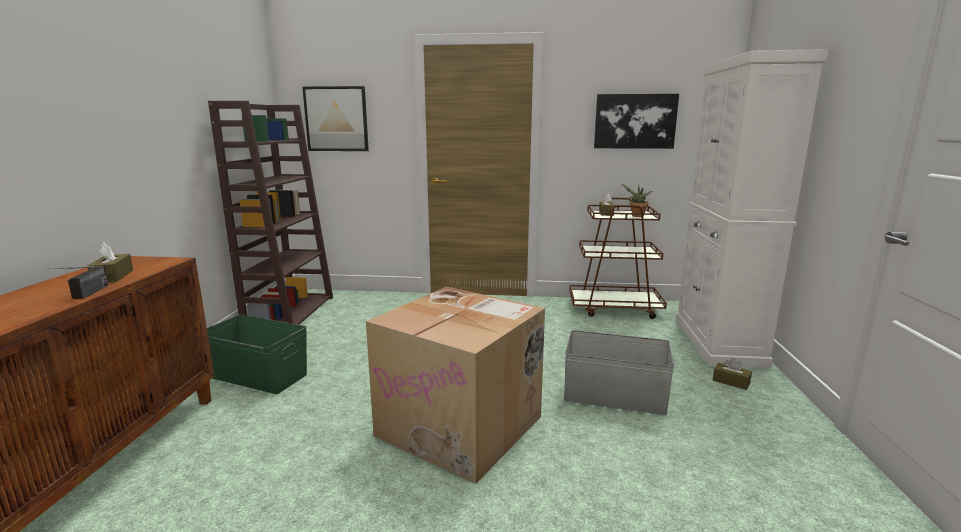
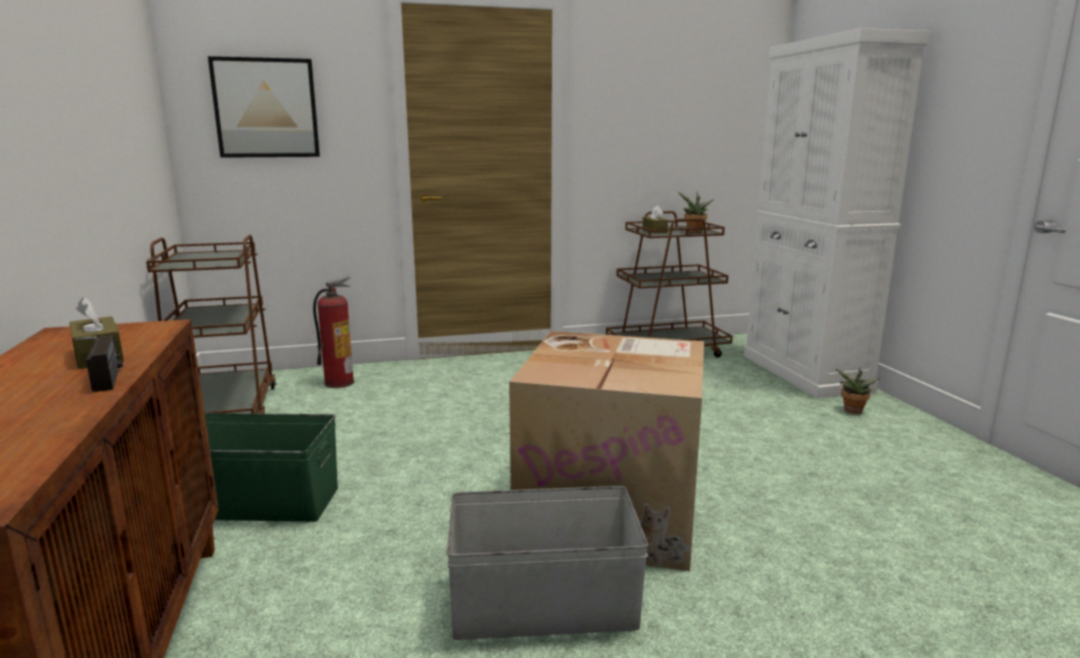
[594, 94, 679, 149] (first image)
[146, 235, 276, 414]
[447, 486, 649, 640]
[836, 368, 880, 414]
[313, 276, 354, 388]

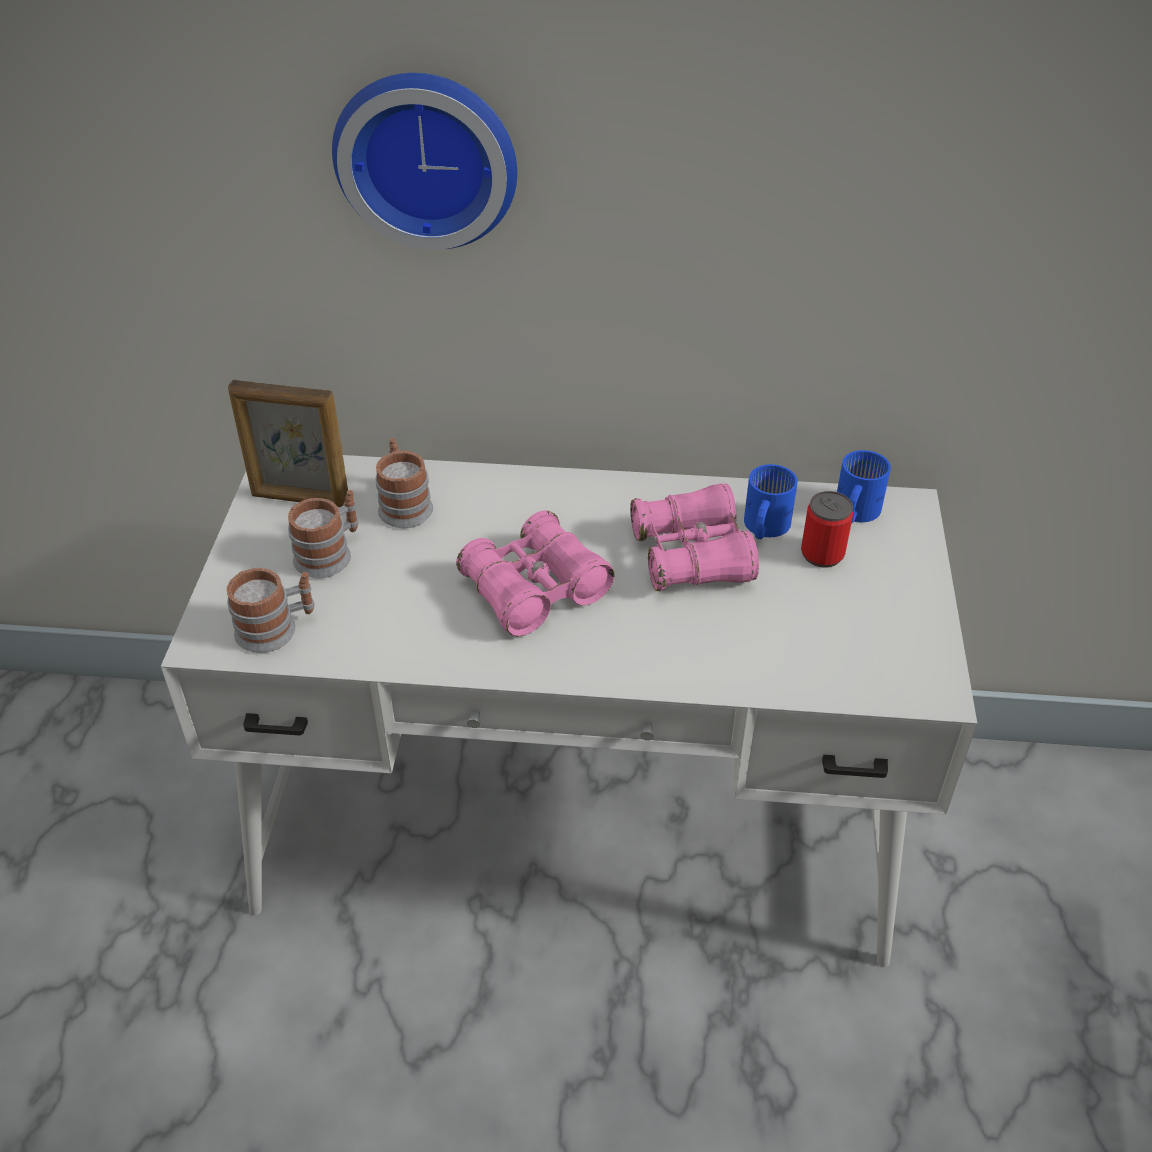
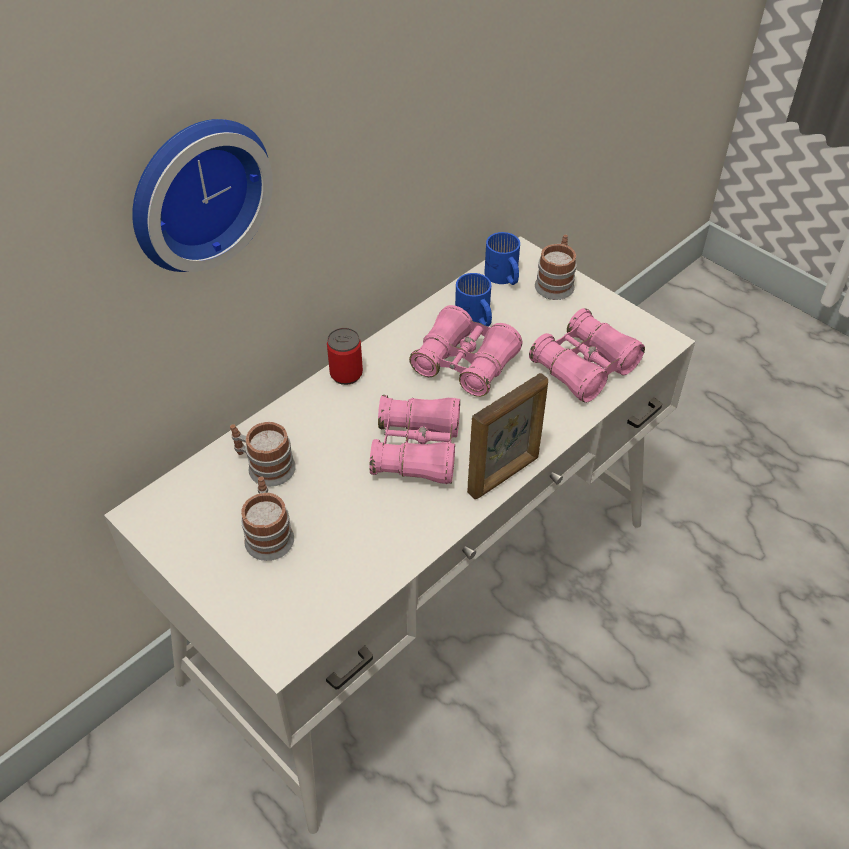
[467, 373, 548, 499]
[327, 328, 363, 385]
[535, 234, 577, 300]
[529, 308, 645, 403]

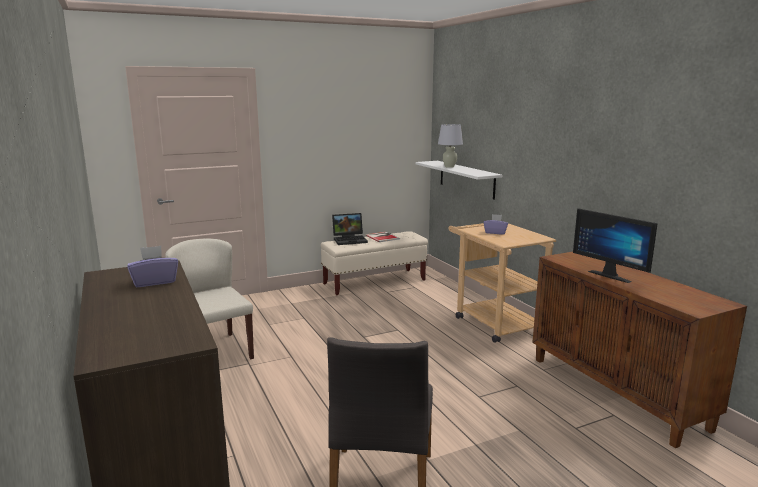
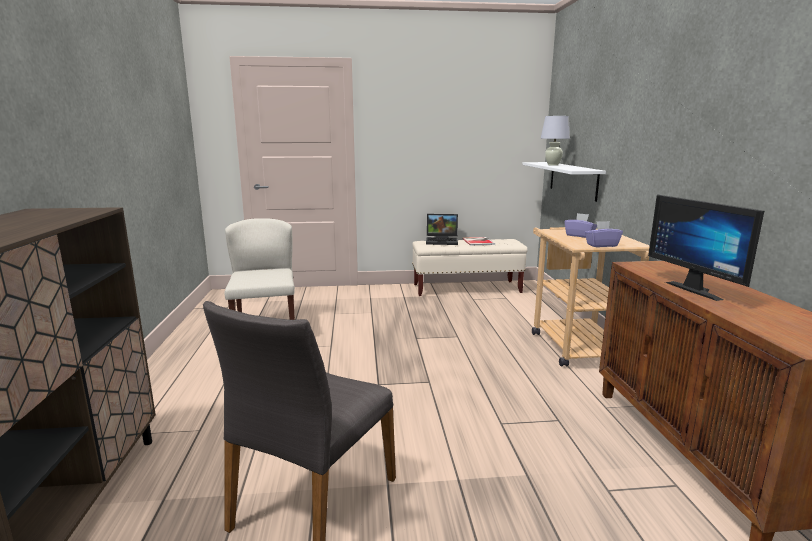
[585, 221, 623, 247]

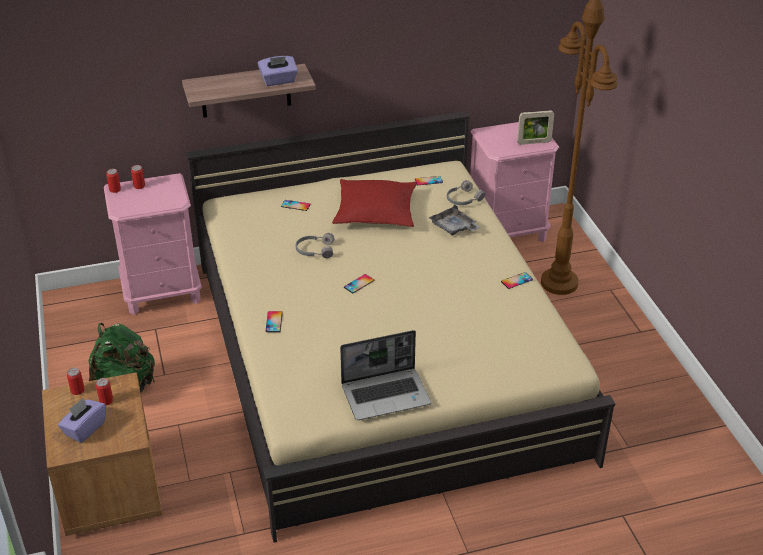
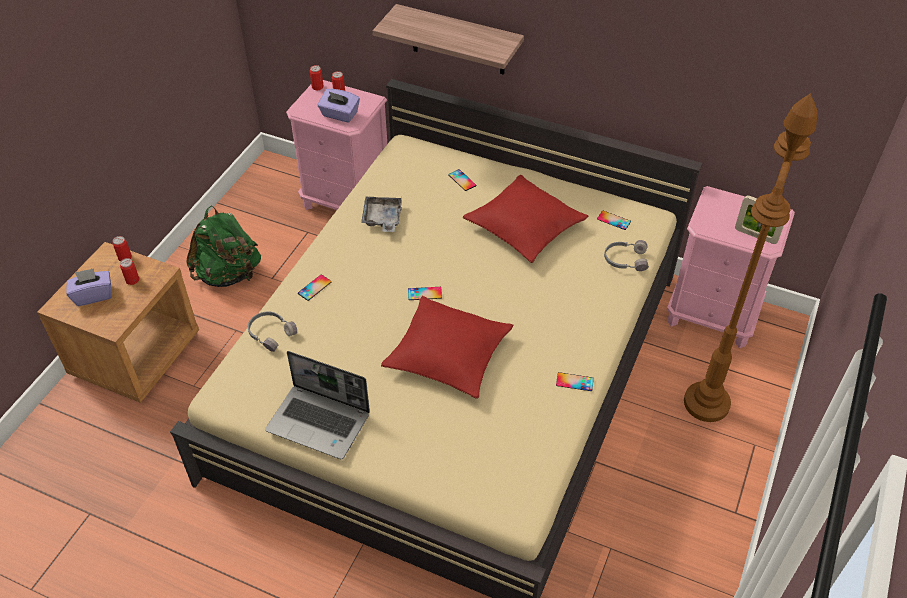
[318, 89, 360, 122]
[361, 196, 402, 232]
[248, 312, 297, 352]
[381, 296, 513, 399]

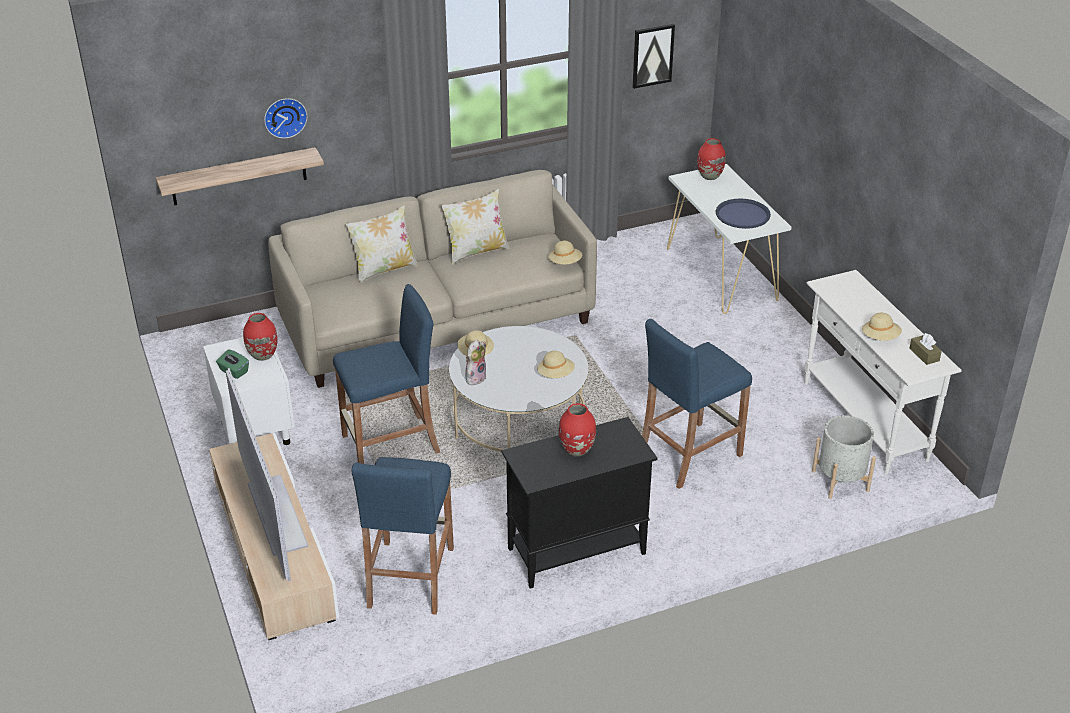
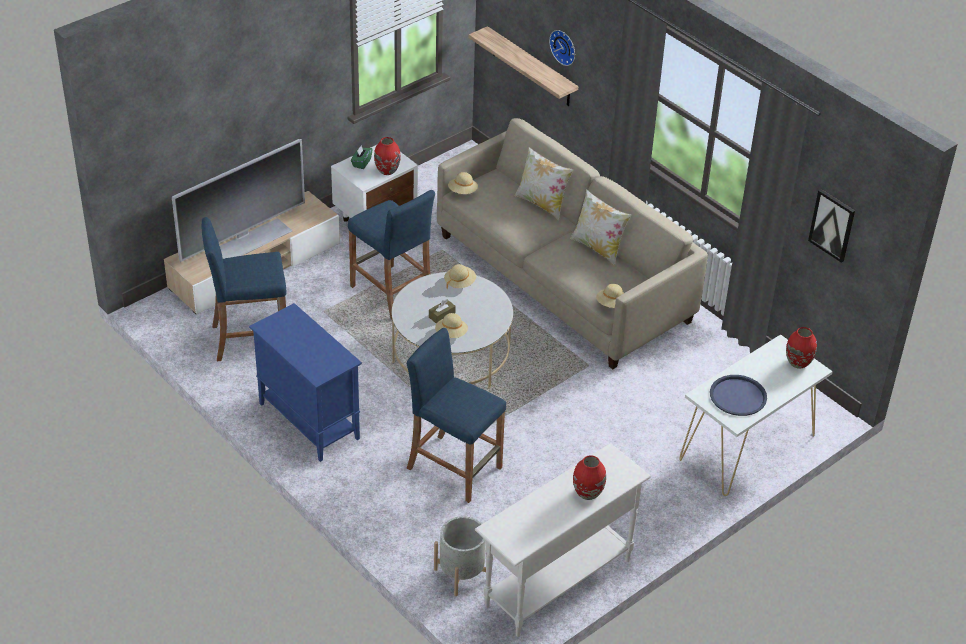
[448, 172, 478, 194]
[429, 300, 456, 324]
[465, 340, 486, 385] (first image)
[573, 455, 606, 500]
[249, 303, 362, 462]

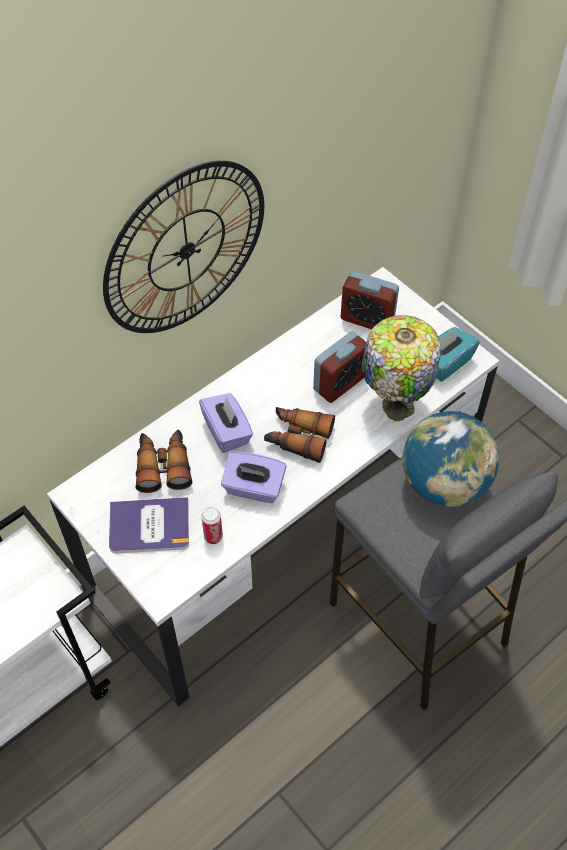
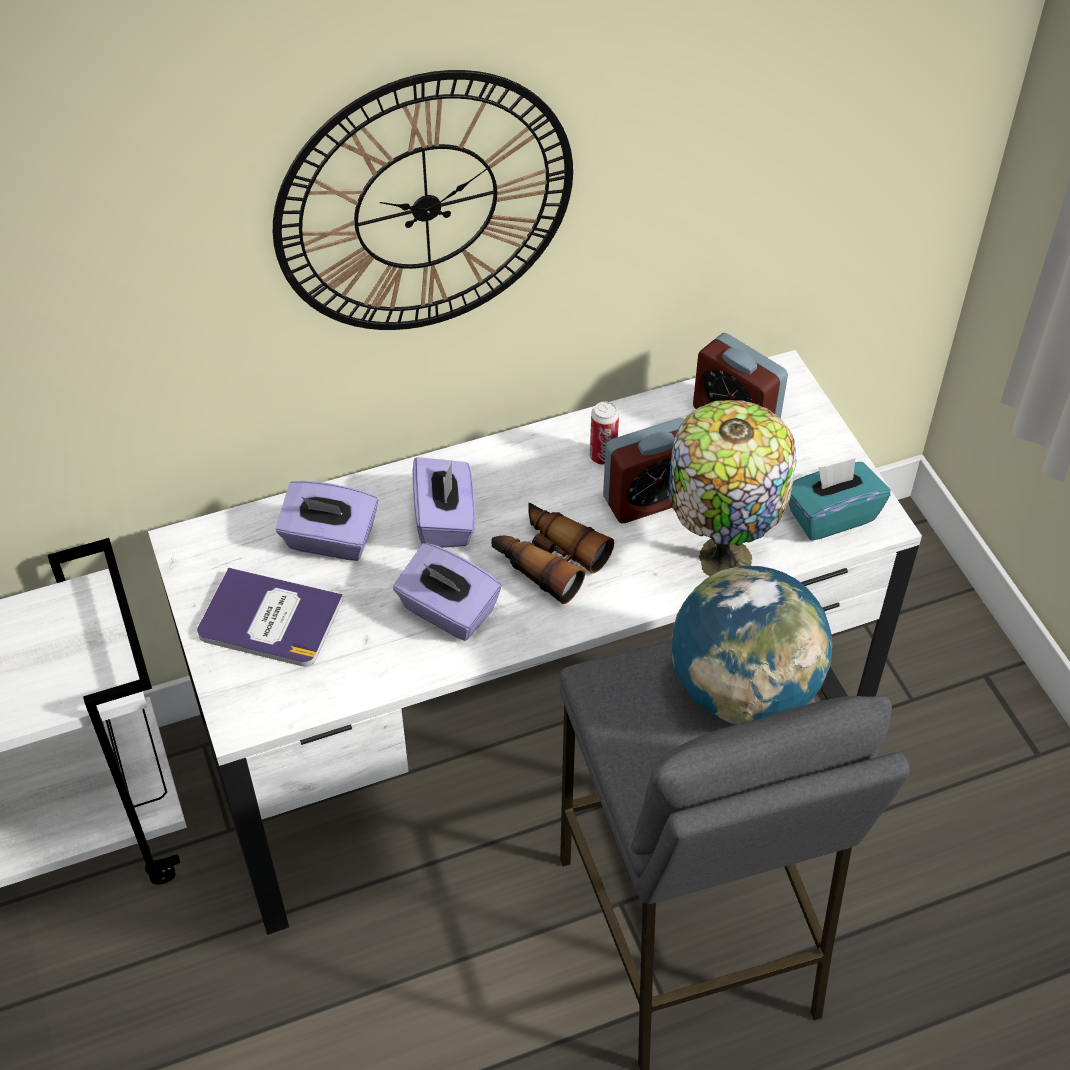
[276, 481, 378, 561]
[590, 401, 619, 465]

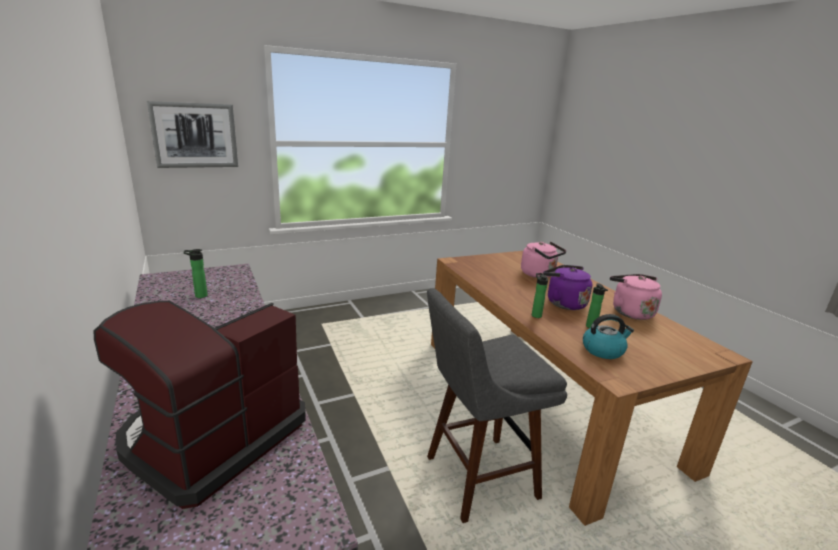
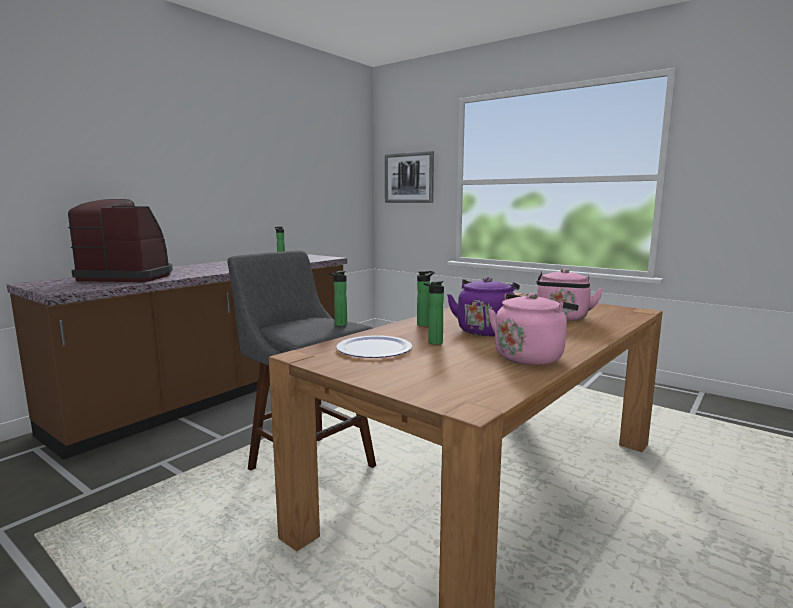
[336, 335, 412, 358]
[329, 271, 347, 326]

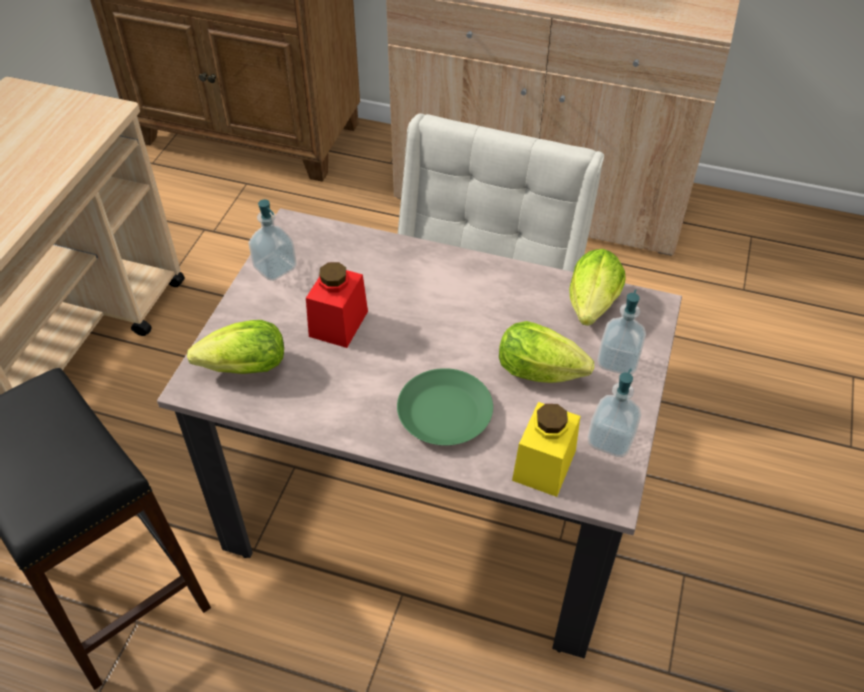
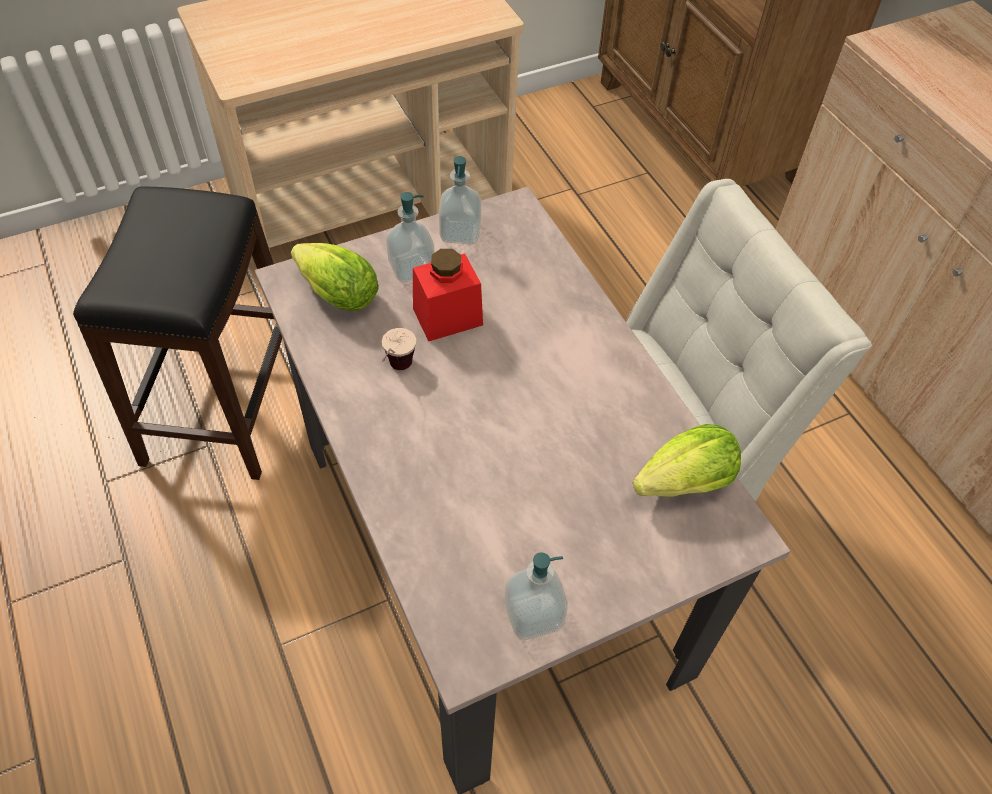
[386, 192, 434, 283]
[499, 321, 594, 383] (first image)
[397, 368, 493, 445] (first image)
[512, 402, 580, 497] (first image)
[382, 328, 416, 370]

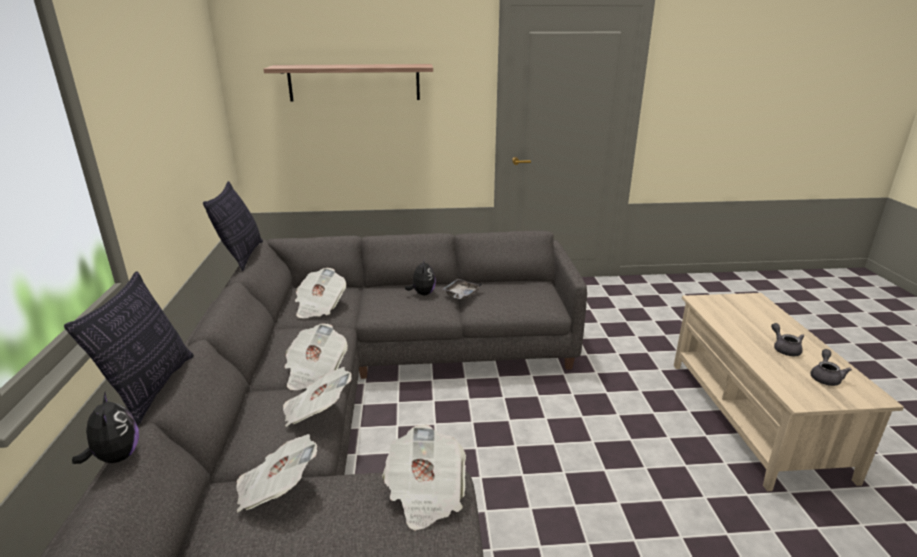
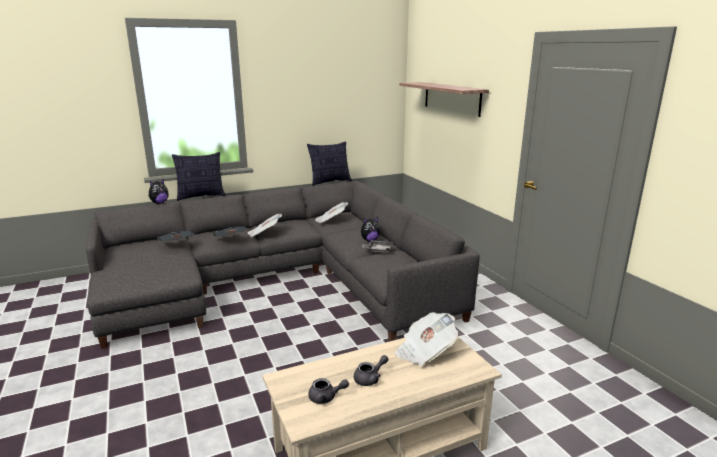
[395, 312, 458, 366]

